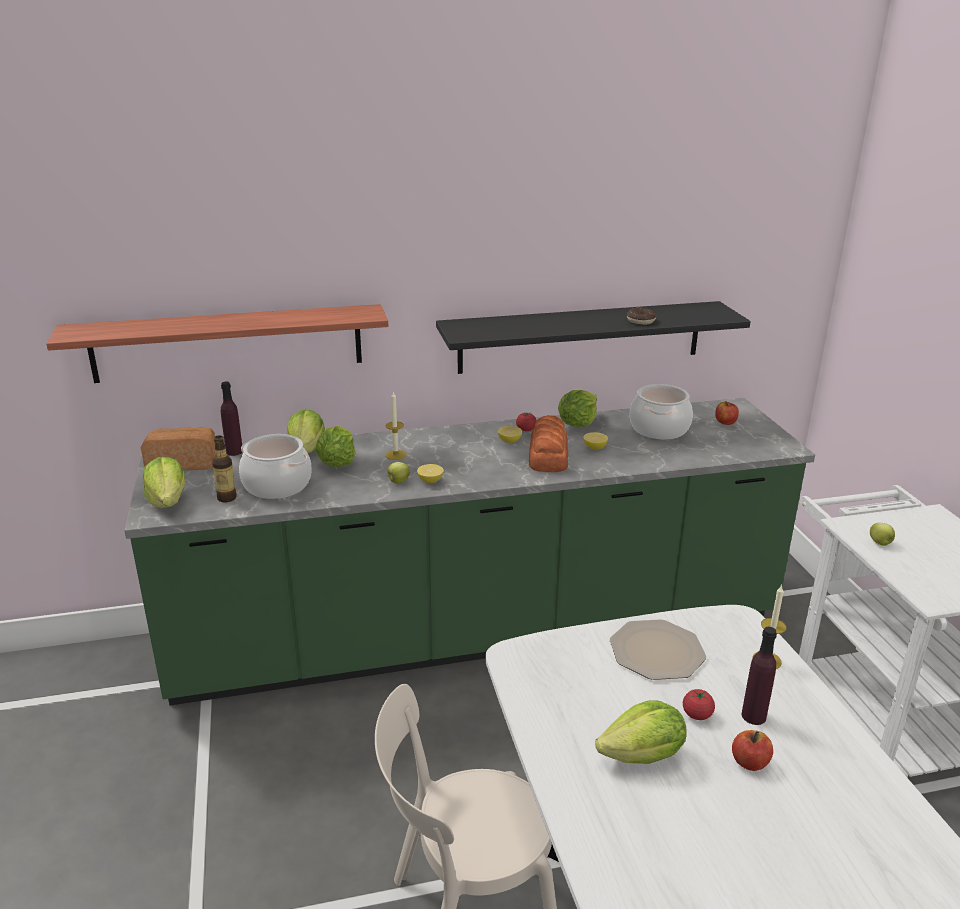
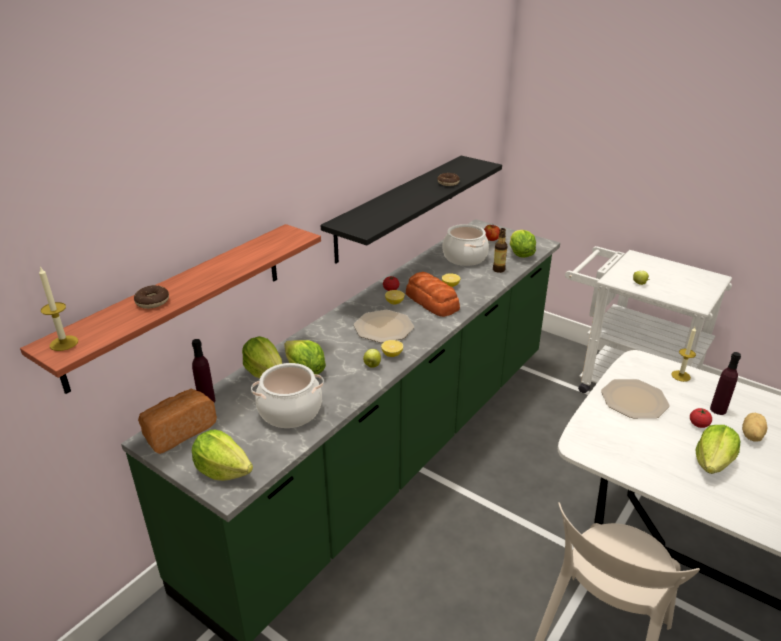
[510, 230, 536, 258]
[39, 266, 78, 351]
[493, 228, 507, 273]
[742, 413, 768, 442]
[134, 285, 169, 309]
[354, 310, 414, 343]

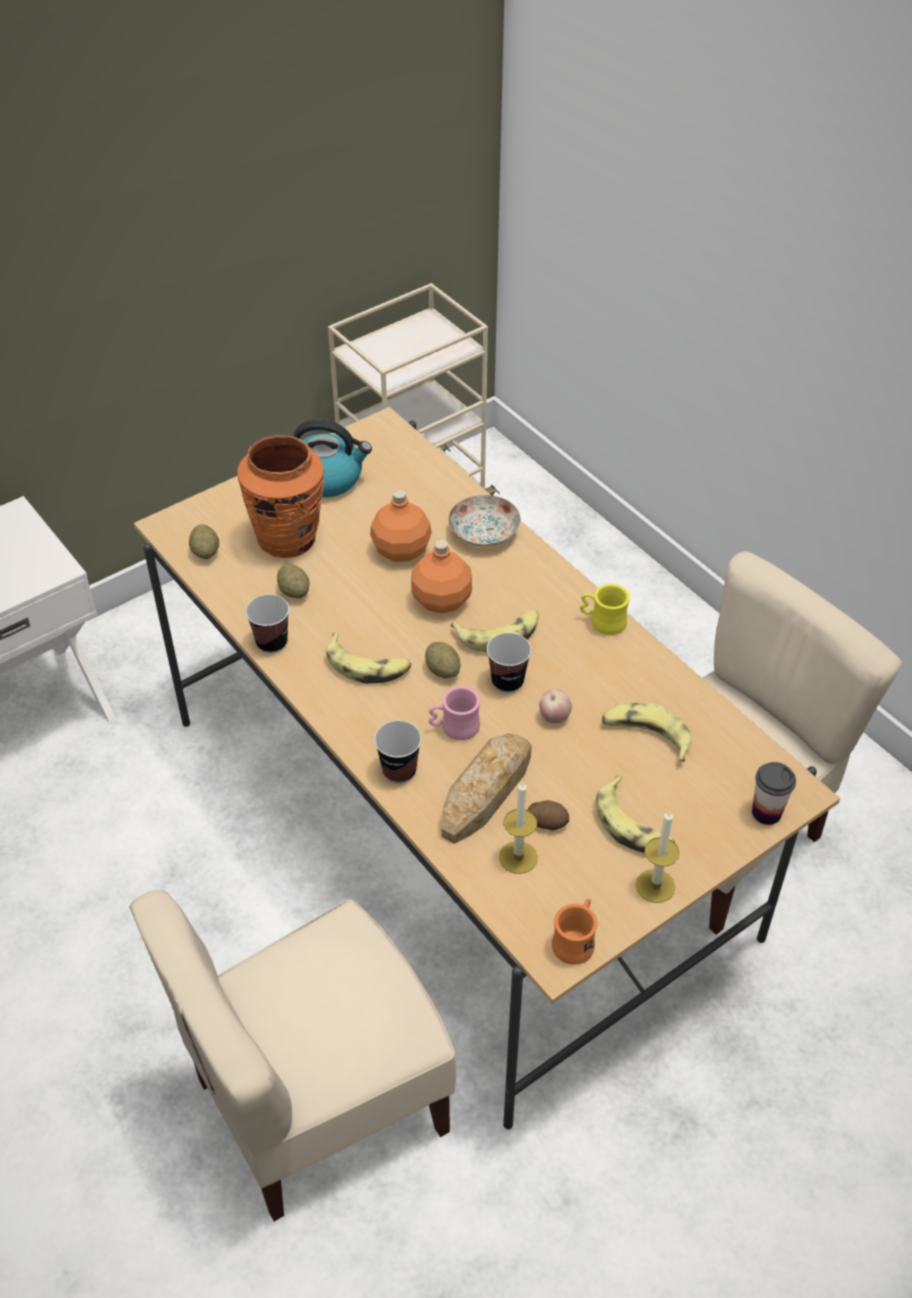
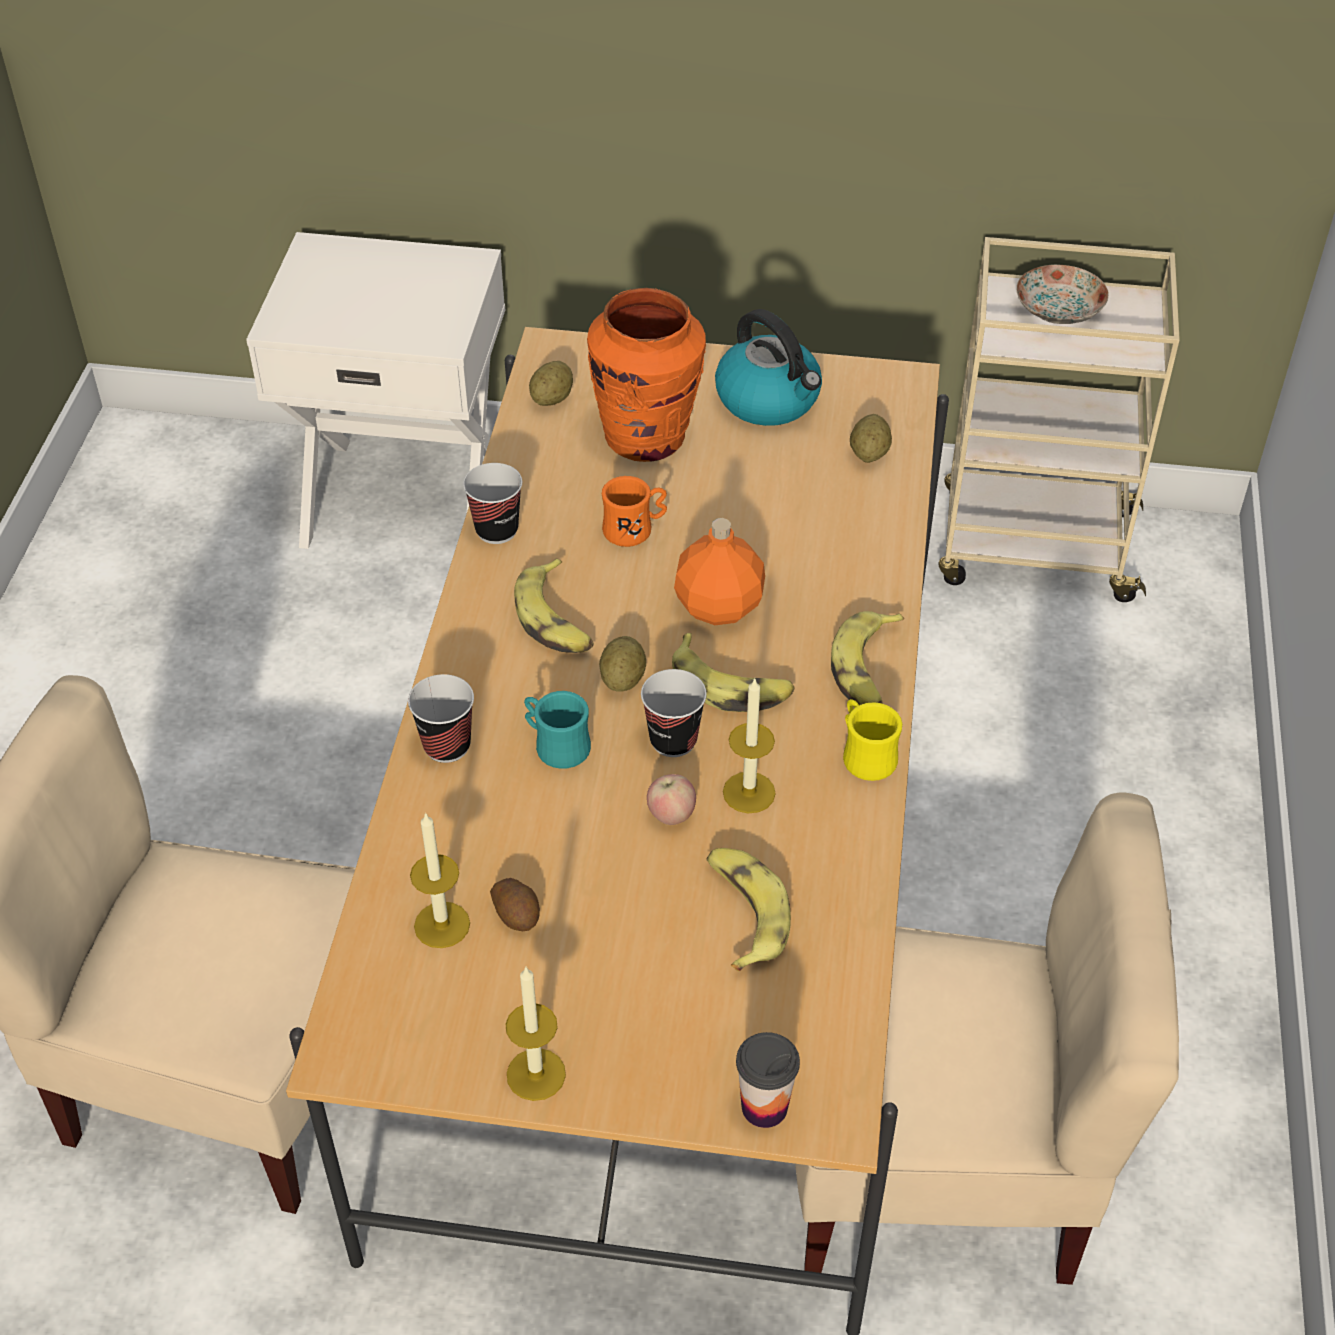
[370, 490, 432, 562] (first image)
[1016, 265, 1109, 324]
[850, 414, 892, 463]
[524, 691, 591, 769]
[442, 733, 532, 844] (first image)
[831, 611, 904, 705]
[602, 476, 667, 547]
[723, 679, 776, 813]

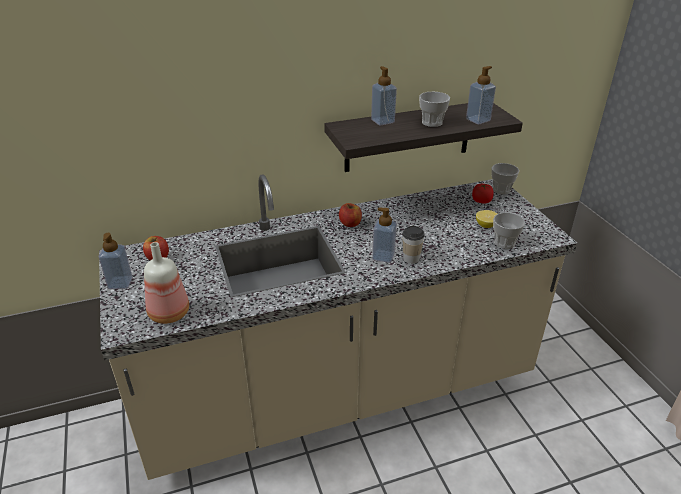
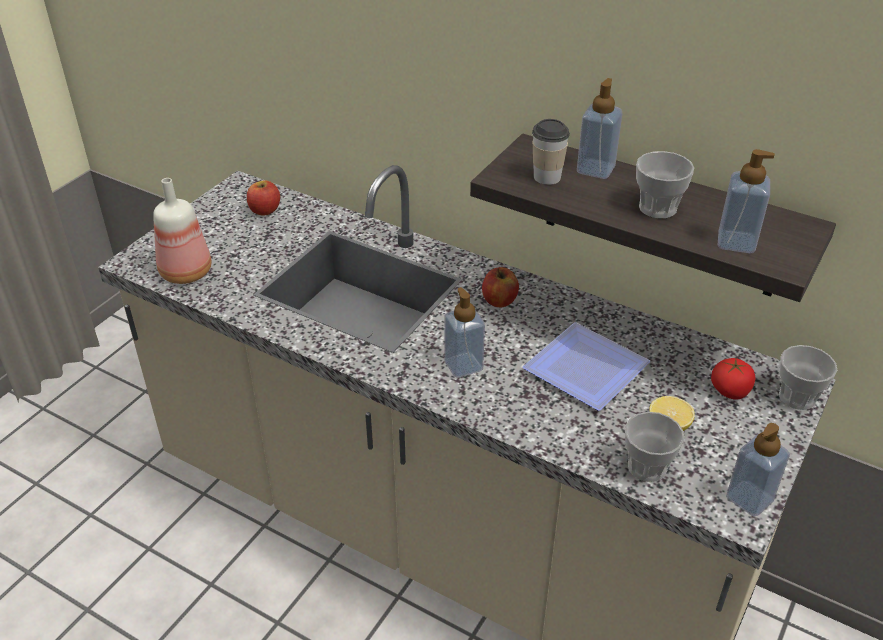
[532, 119, 570, 185]
[726, 423, 790, 517]
[522, 322, 650, 411]

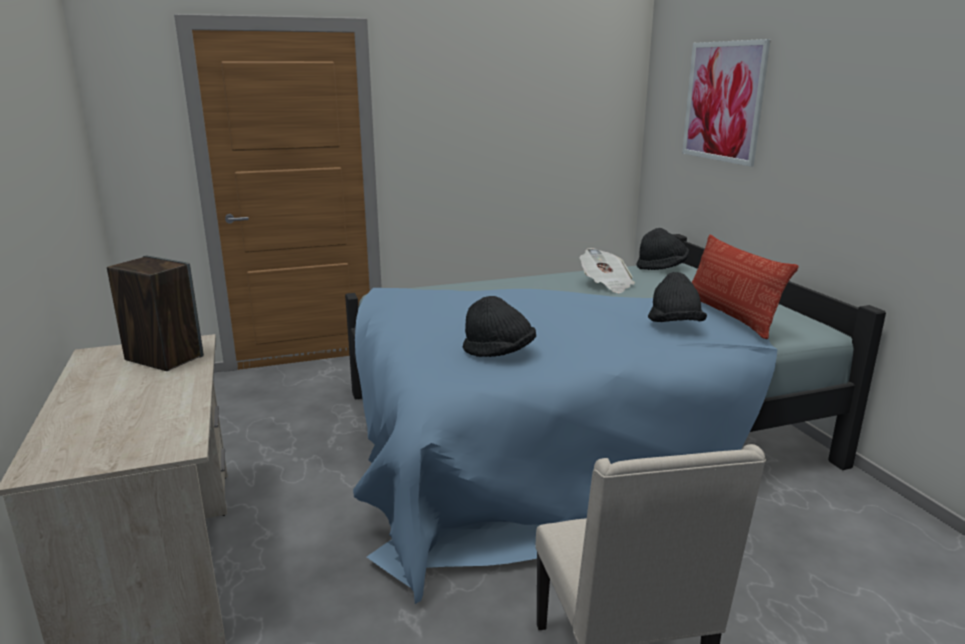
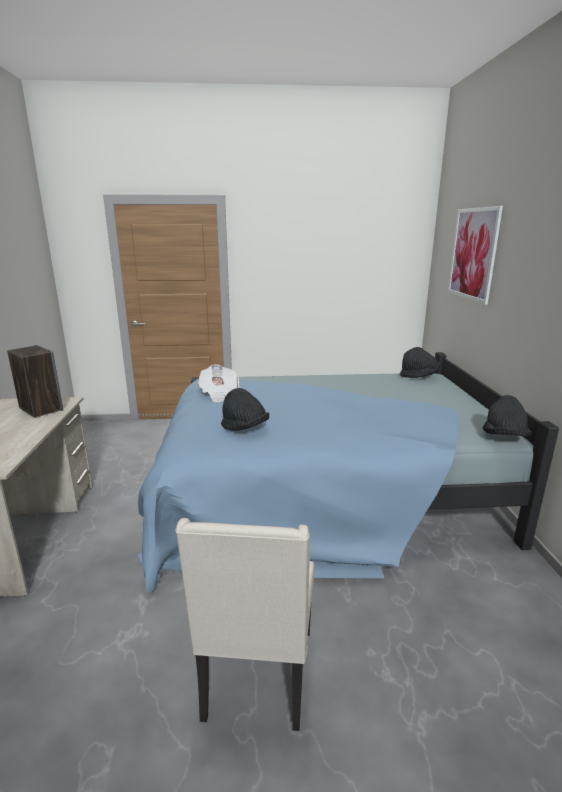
[692, 235, 799, 339] (first image)
[198, 364, 239, 402]
[482, 395, 532, 437]

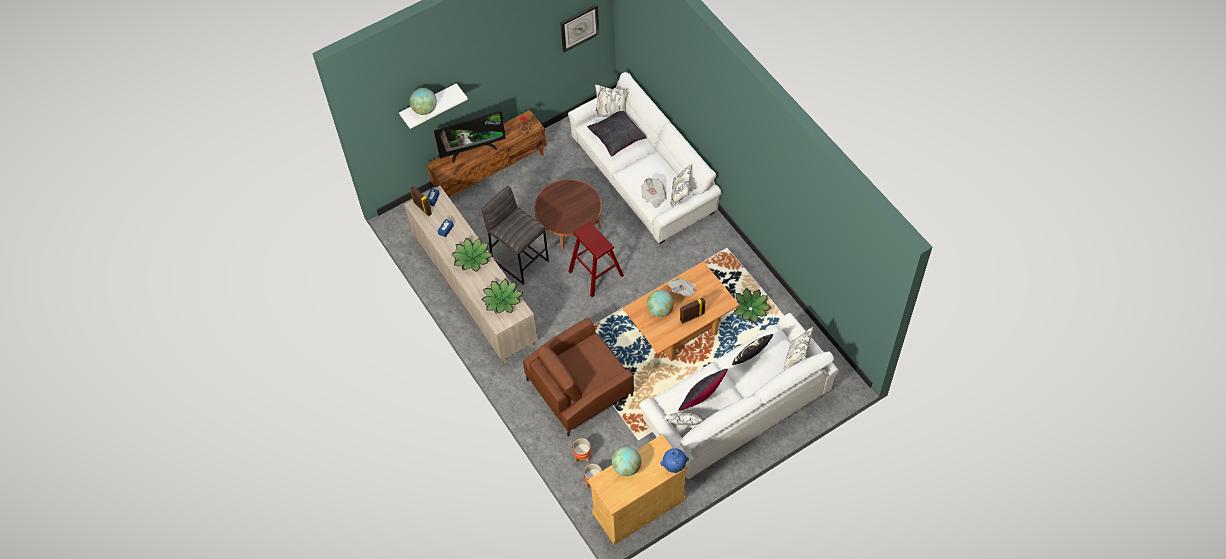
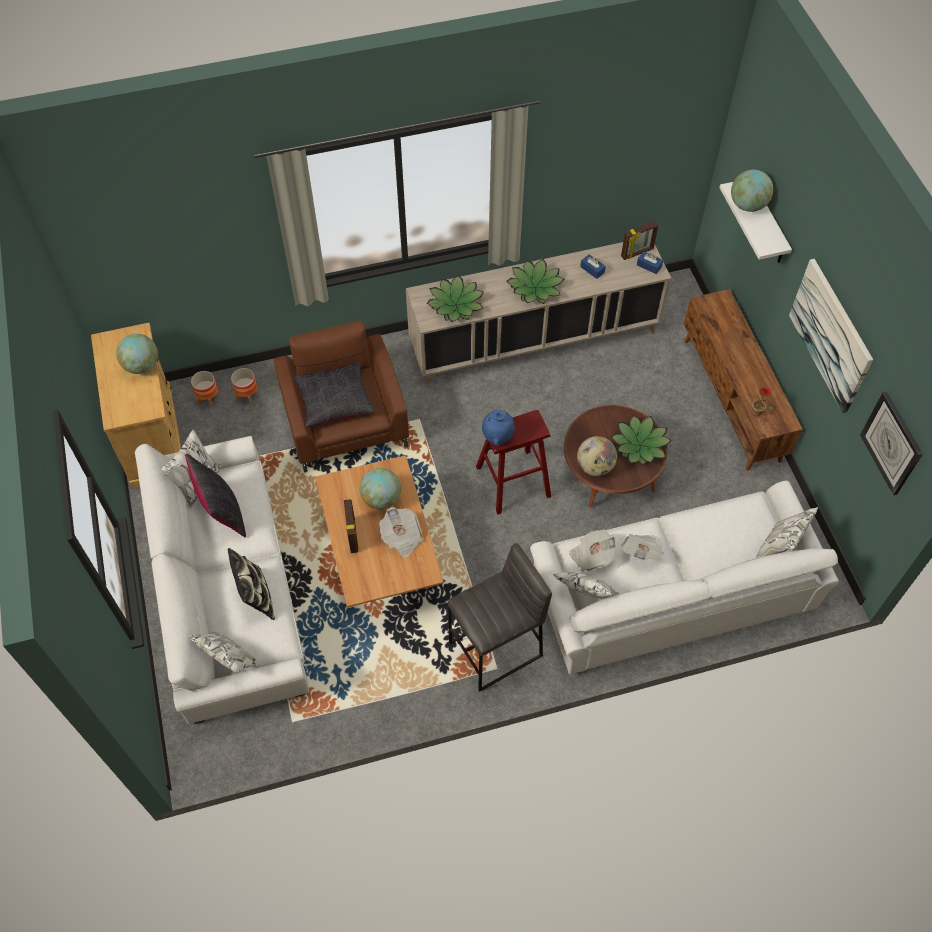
[434, 110, 506, 163] (first image)
[294, 363, 375, 427]
[448, 543, 552, 692]
[611, 415, 672, 465]
[482, 410, 515, 446]
[789, 259, 873, 413]
[577, 436, 617, 476]
[621, 534, 664, 560]

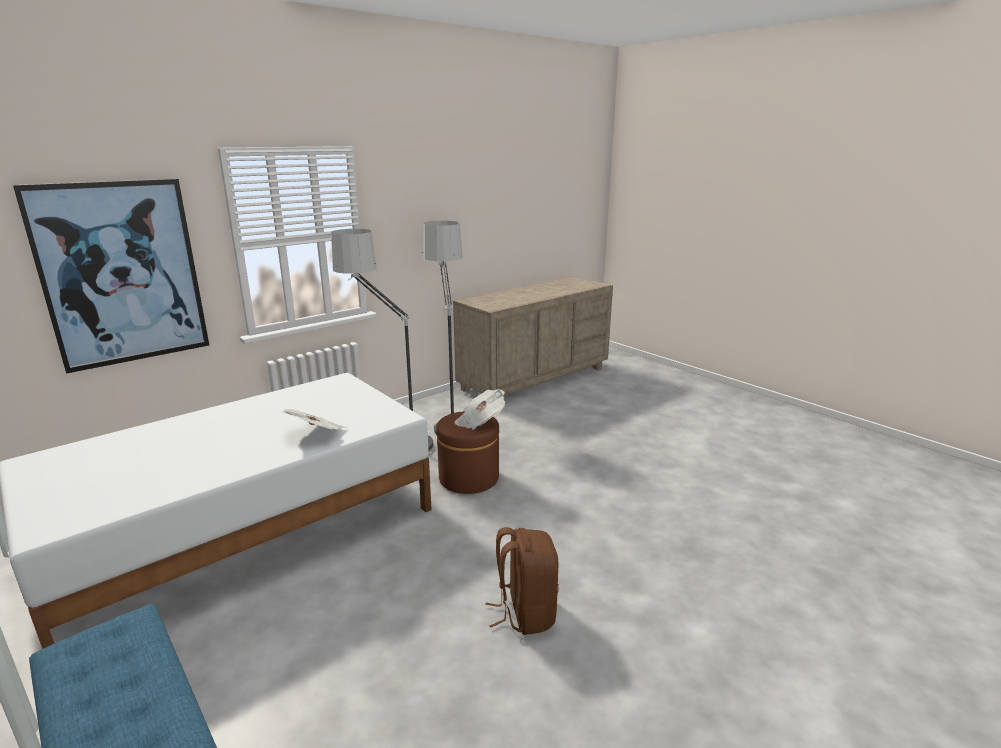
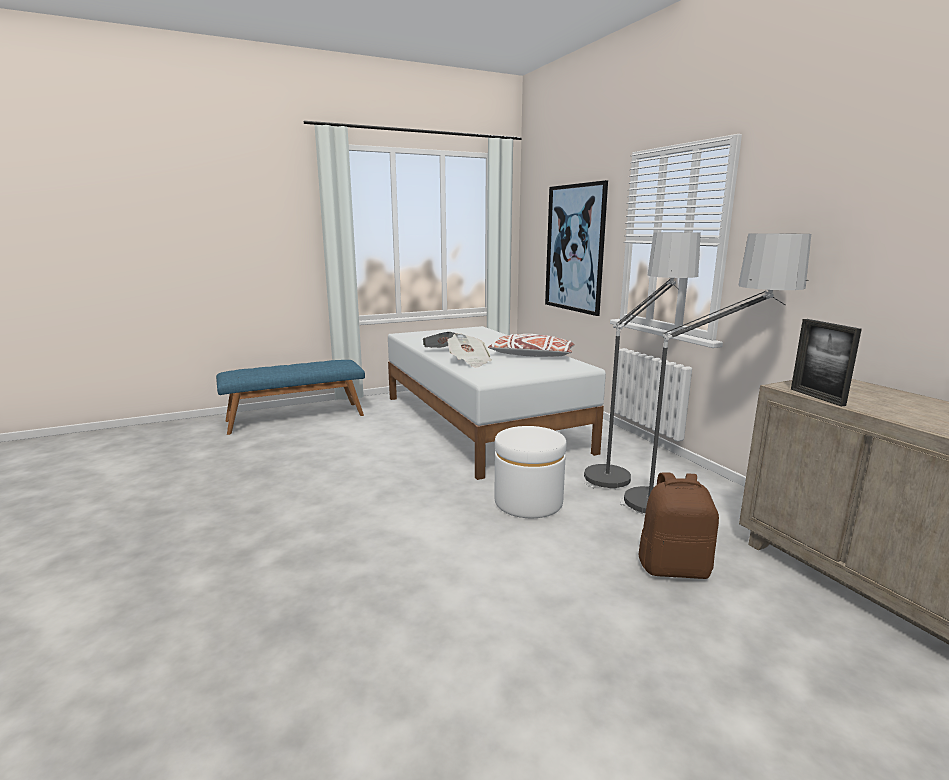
[423, 332, 456, 348]
[494, 426, 566, 518]
[639, 472, 719, 579]
[791, 319, 862, 406]
[488, 334, 574, 357]

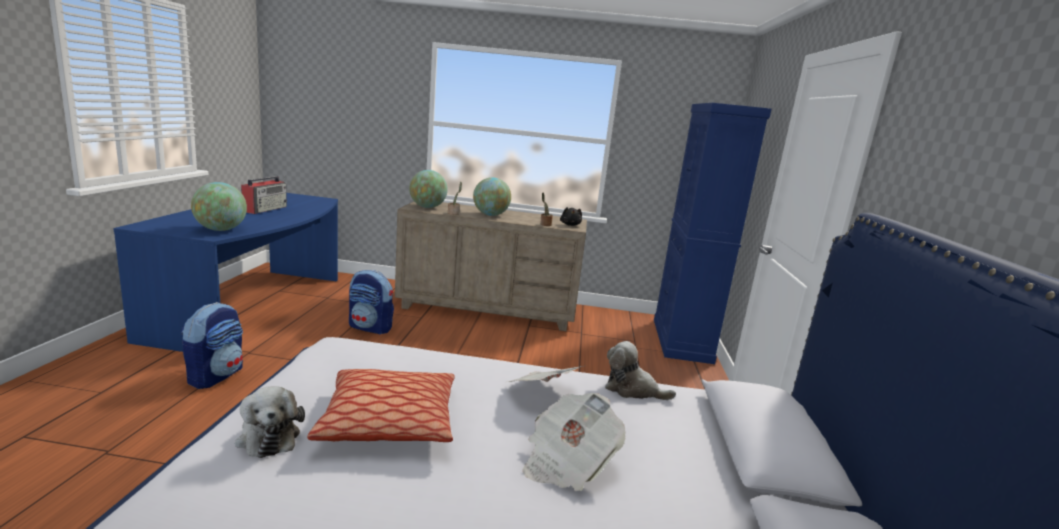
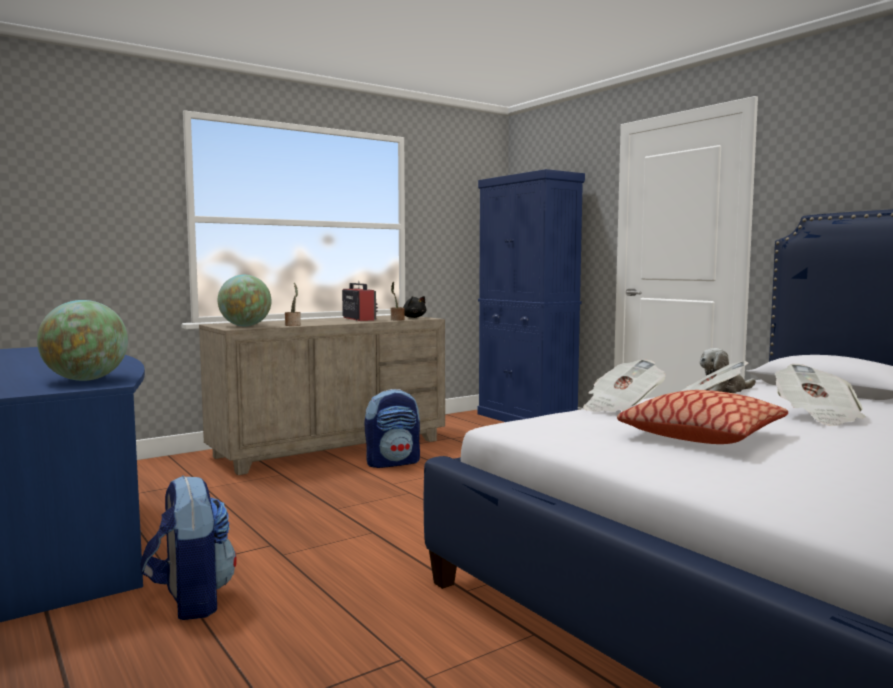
[342, 281, 378, 321]
[473, 177, 511, 216] (first image)
[365, 389, 420, 468]
[235, 386, 305, 458] (first image)
[583, 359, 666, 412]

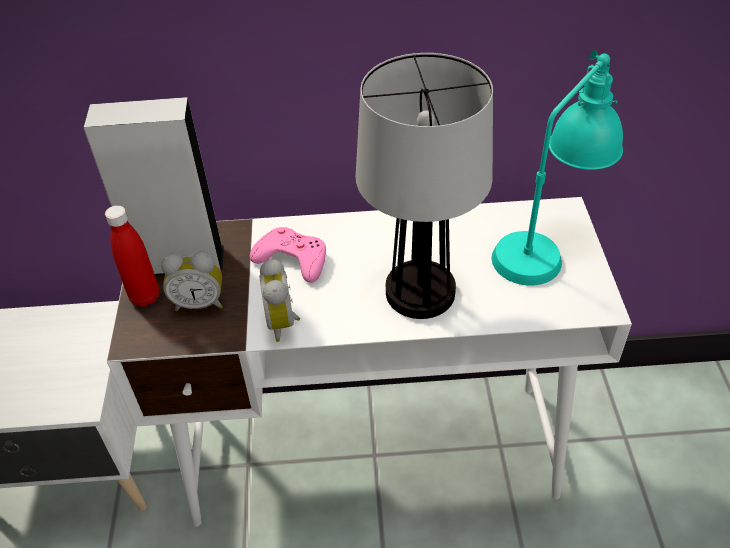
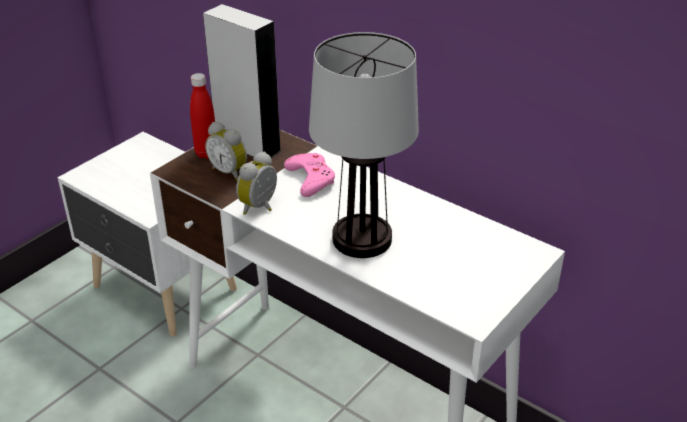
[492, 50, 623, 286] (first image)

